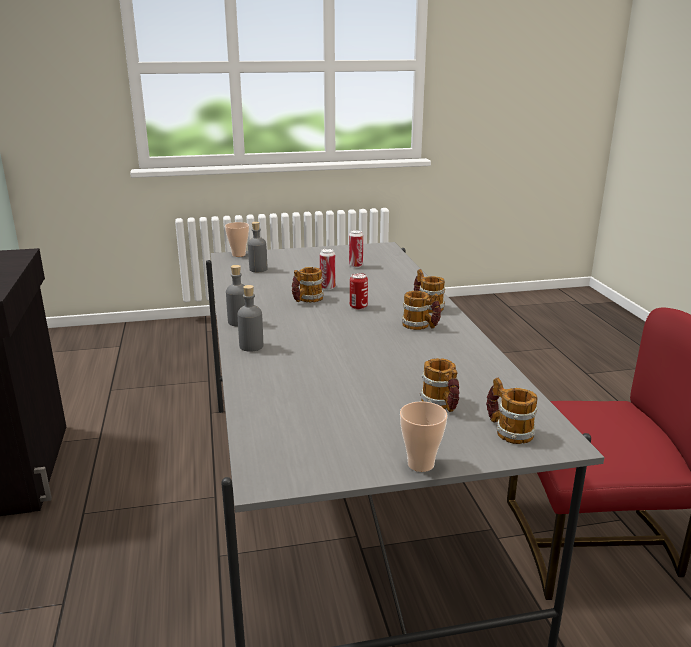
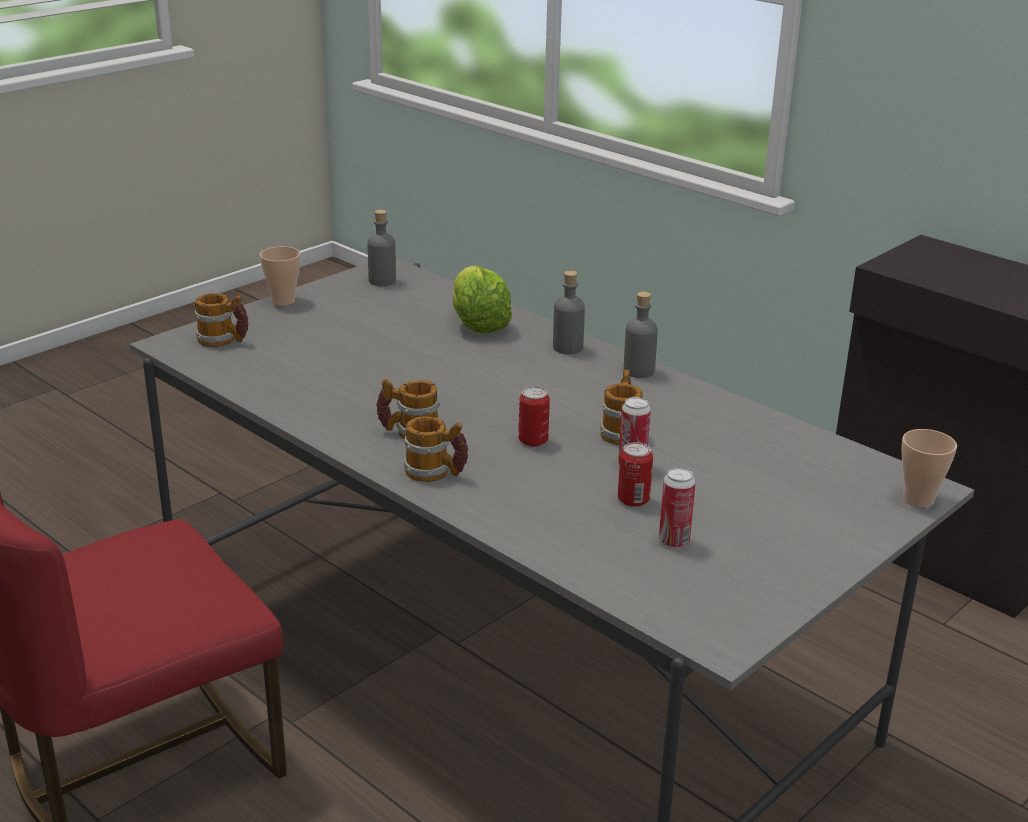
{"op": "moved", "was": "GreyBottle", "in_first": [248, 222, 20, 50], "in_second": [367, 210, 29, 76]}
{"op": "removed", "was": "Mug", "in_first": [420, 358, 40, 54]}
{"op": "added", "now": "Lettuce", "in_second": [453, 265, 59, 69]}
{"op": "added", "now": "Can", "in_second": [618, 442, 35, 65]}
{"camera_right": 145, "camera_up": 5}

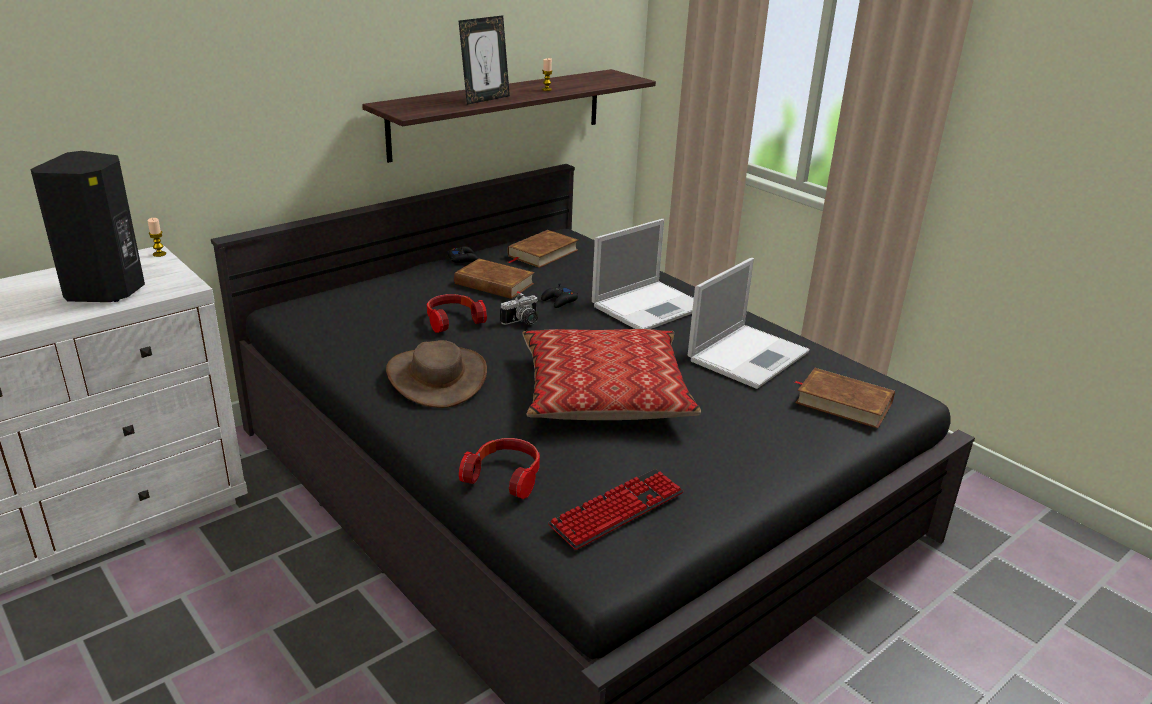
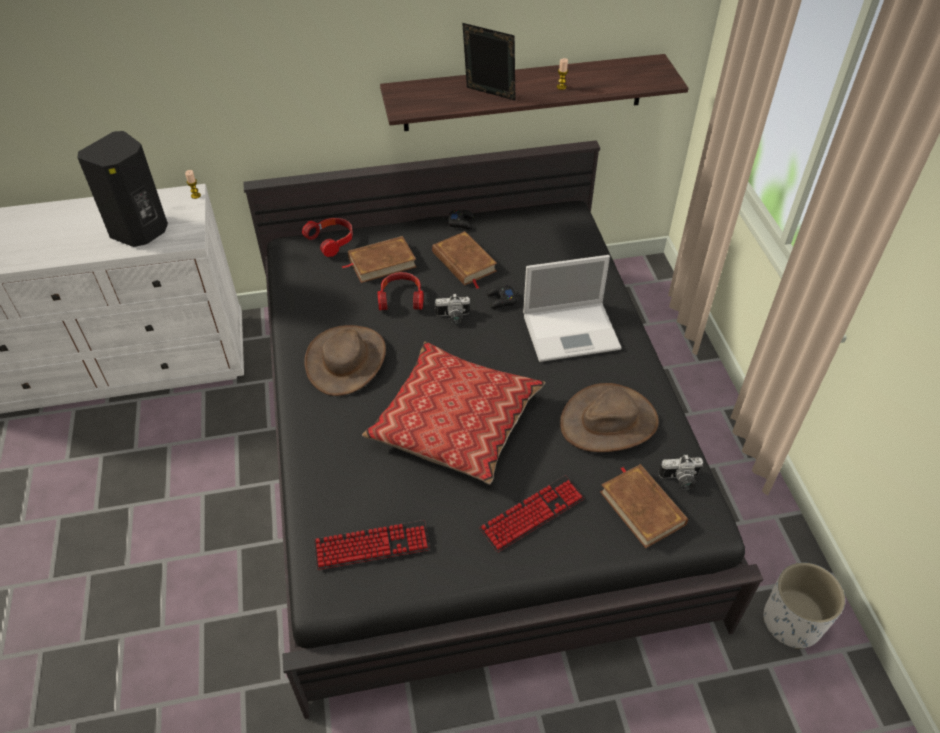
{"op": "turned", "was": "PictureFrame", "in_first": [459, 15, 51, 90], "in_second": [462, 23, 54, 78], "clockwise": -135}
{"op": "moved", "was": "BrownBook", "in_first": [507, 230, 71, 38], "in_second": [341, 236, 75, 47]}
{"op": "replaced", "was": "Laptop", "now": "BrownHat", "in_first": [688, 258, 122, 131], "in_second": [560, 383, 99, 69]}
{"op": "moved", "was": "Headphones", "in_first": [459, 438, 81, 61], "in_second": [302, 218, 51, 39]}
{"op": "added", "now": "PhotoCamera", "in_second": [658, 454, 45, 36]}
{"op": "added", "now": "Keyboard", "in_second": [479, 476, 105, 76]}
{"op": "added", "now": "WhitePlanter", "in_second": [763, 563, 82, 86]}
{"camera_right": 30, "camera_up": 20}

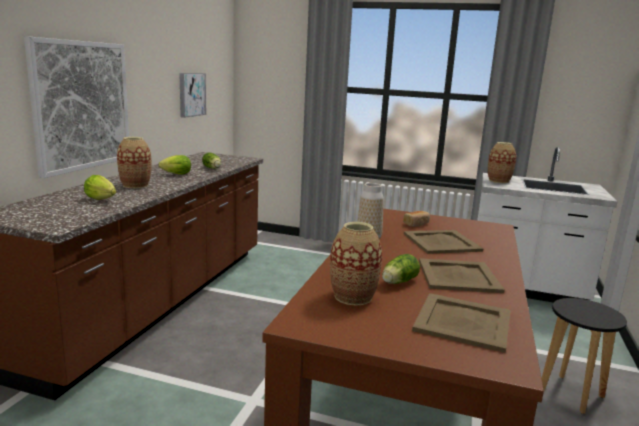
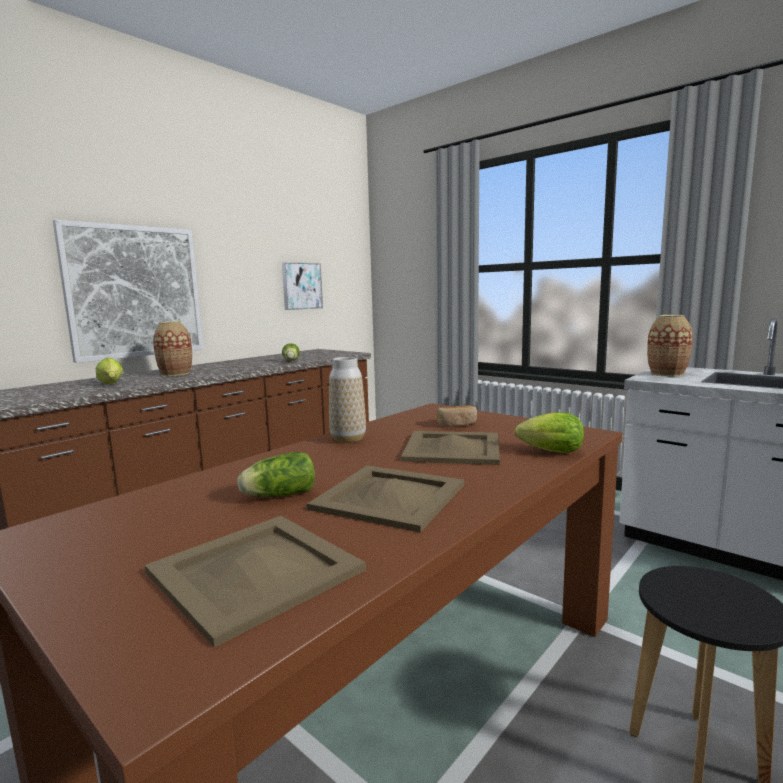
{"op": "moved", "was": "Lettuce", "in_first": [159, 155, 32, 20], "in_second": [514, 413, 70, 40]}
{"op": "removed", "was": "Vase", "in_first": [330, 222, 52, 84]}
{"camera_right": 25, "camera_up": -5}

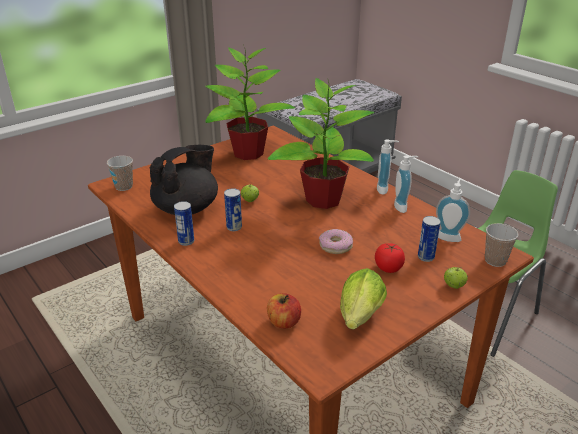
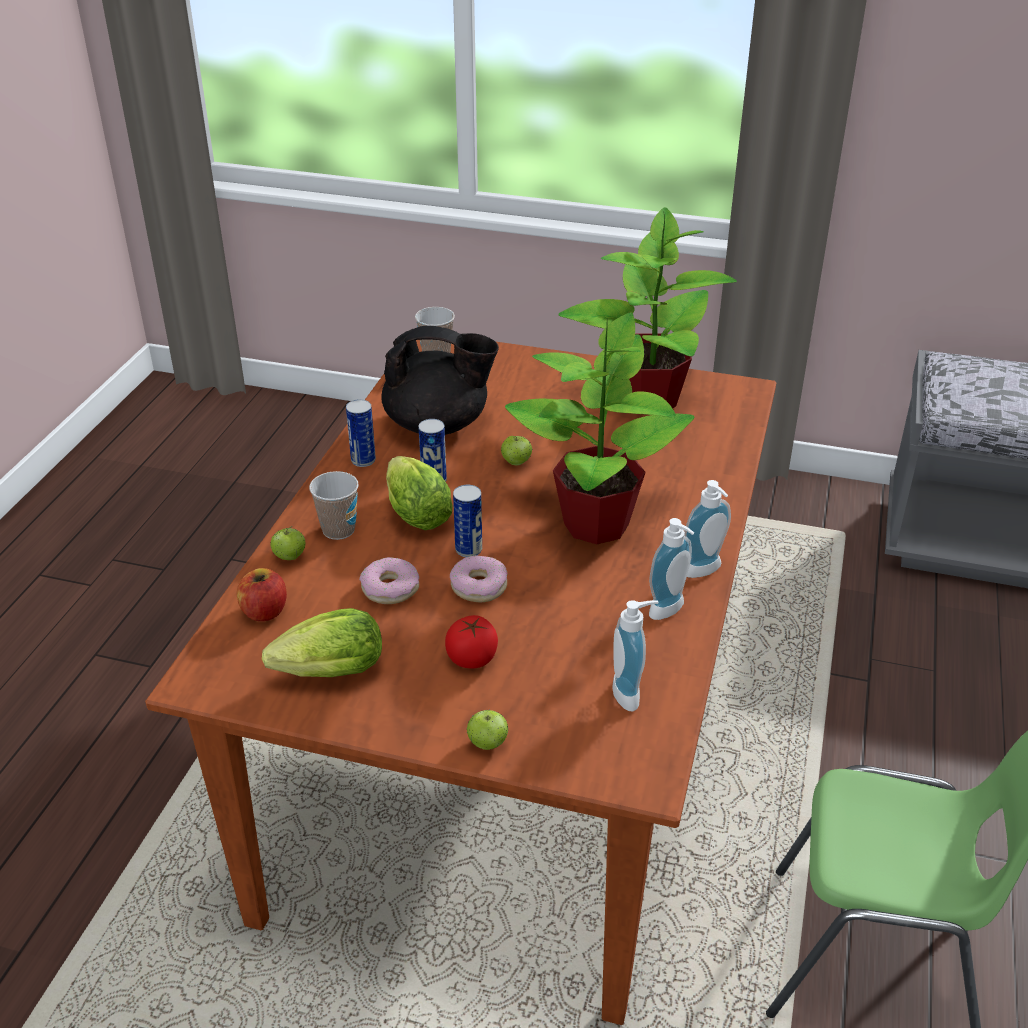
{"op": "moved", "was": "Can", "in_first": [418, 216, 23, 46], "in_second": [453, 485, 29, 72]}
{"op": "moved", "was": "Cup", "in_first": [485, 223, 34, 44], "in_second": [309, 471, 50, 69]}
{"op": "added", "now": "Lettuce", "in_second": [386, 456, 66, 74]}
{"op": "added", "now": "Apple", "in_second": [270, 526, 36, 34]}
{"op": "added", "now": "Donut", "in_second": [359, 557, 60, 47]}
{"camera_right": 55, "camera_up": 5}

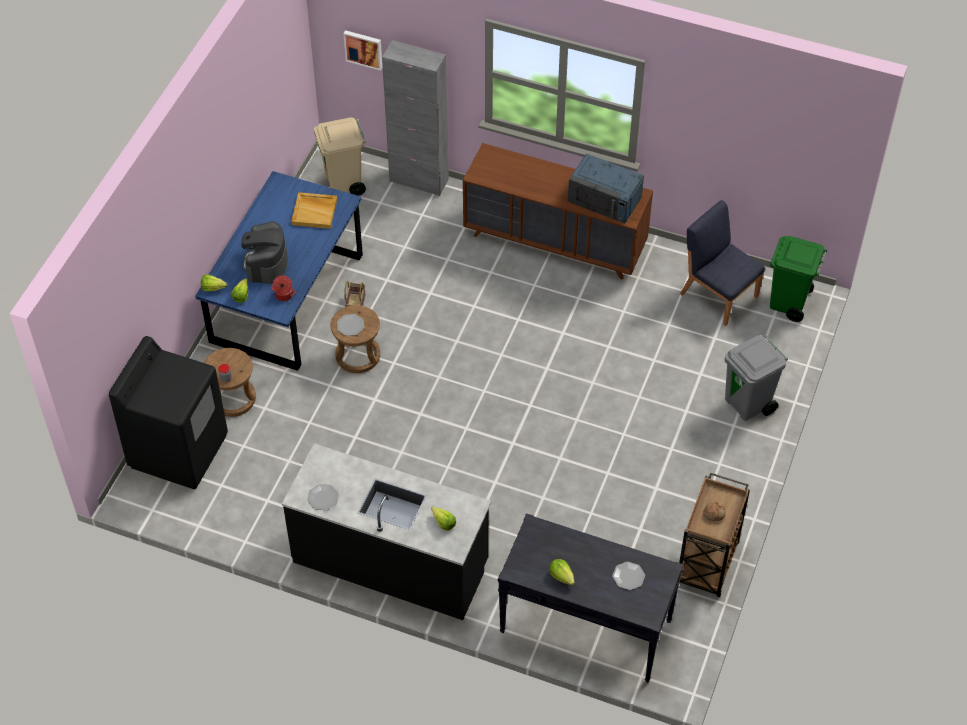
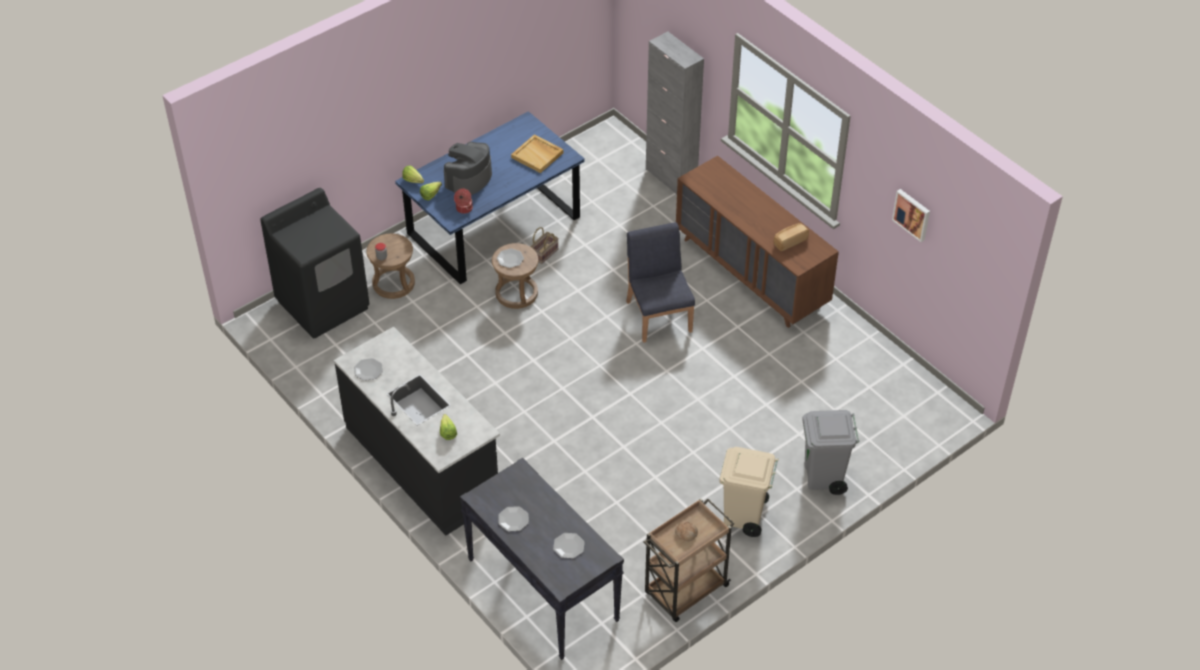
{"op": "moved", "was": "Picture", "in_first": [343, 30, 39, 41], "in_second": [892, 189, 38, 53]}
{"op": "moved", "was": "BeigeTrashCan", "in_first": [314, 117, 52, 79], "in_second": [719, 447, 60, 90]}
{"op": "replaced", "was": "BlueMicrowave", "now": "Bread", "in_first": [568, 154, 76, 69], "in_second": [774, 223, 35, 28]}
{"op": "moved", "was": "BlueChair", "in_first": [680, 200, 85, 126], "in_second": [626, 222, 69, 121]}
{"op": "removed", "was": "GreenTrashCan", "in_first": [770, 236, 57, 86]}
{"op": "replaced", "was": "Lettuce", "now": "Plate", "in_first": [549, 559, 25, 27], "in_second": [498, 506, 31, 25]}
{"camera_right": 30, "camera_up": -5}

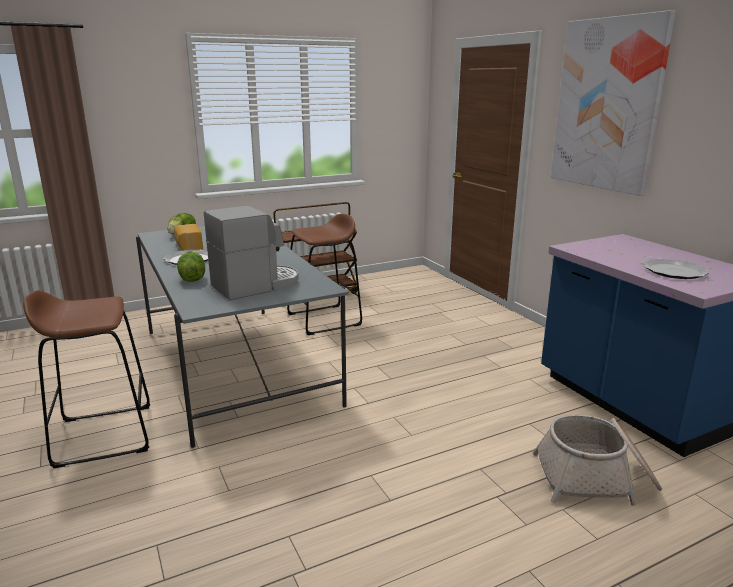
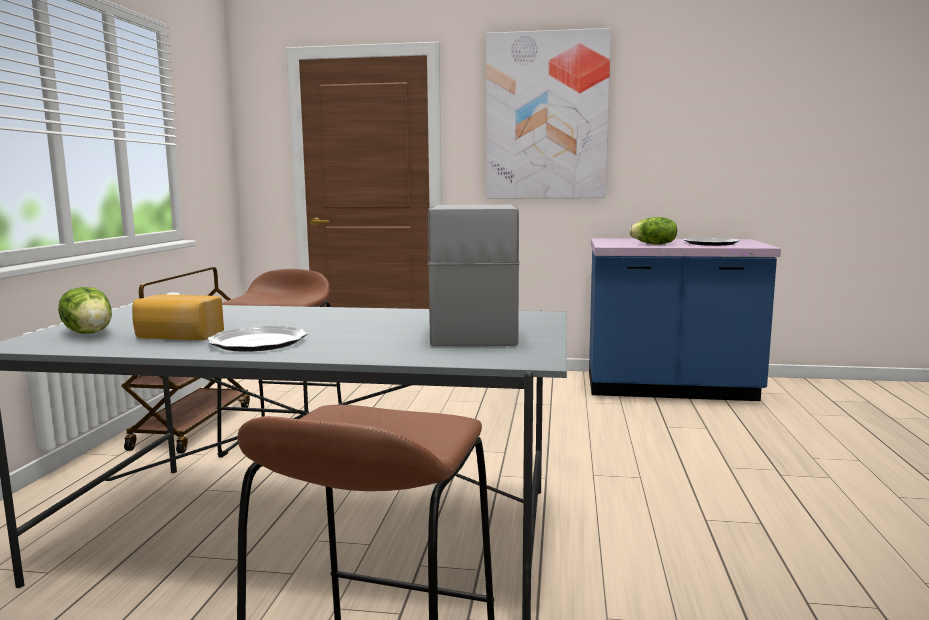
{"op": "moved", "was": "Lettuce", "in_first": [177, 252, 28, 30], "in_second": [629, 217, 48, 27]}
{"op": "removed", "was": "Basket", "in_first": [533, 415, 129, 91]}
{"camera_right": -55, "camera_up": -10}

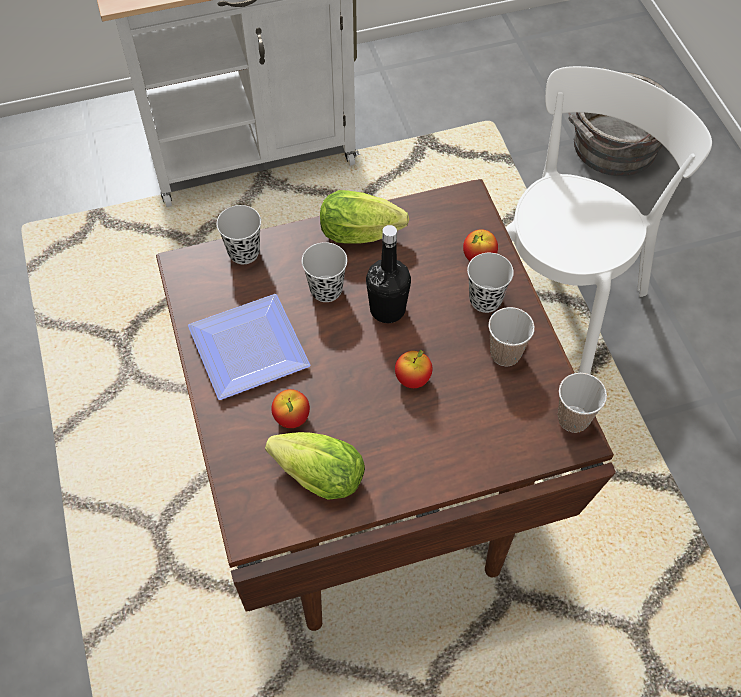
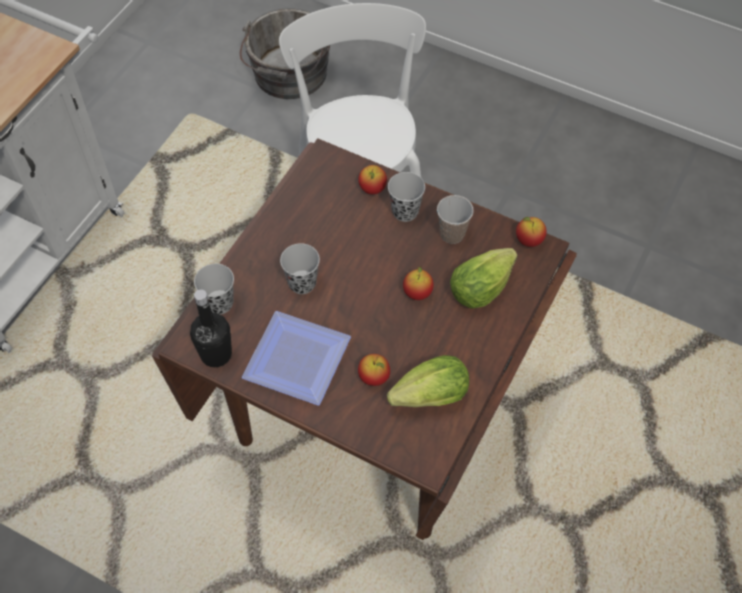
{"op": "moved", "was": "Lettuce", "in_first": [320, 190, 89, 53], "in_second": [450, 248, 68, 61]}
{"op": "moved", "was": "BlackBottle", "in_first": [366, 225, 45, 98], "in_second": [190, 290, 42, 77]}
{"op": "replaced", "was": "Cup", "now": "Apple", "in_first": [558, 373, 49, 60], "in_second": [516, 217, 31, 30]}
{"camera_right": -45, "camera_up": 0}

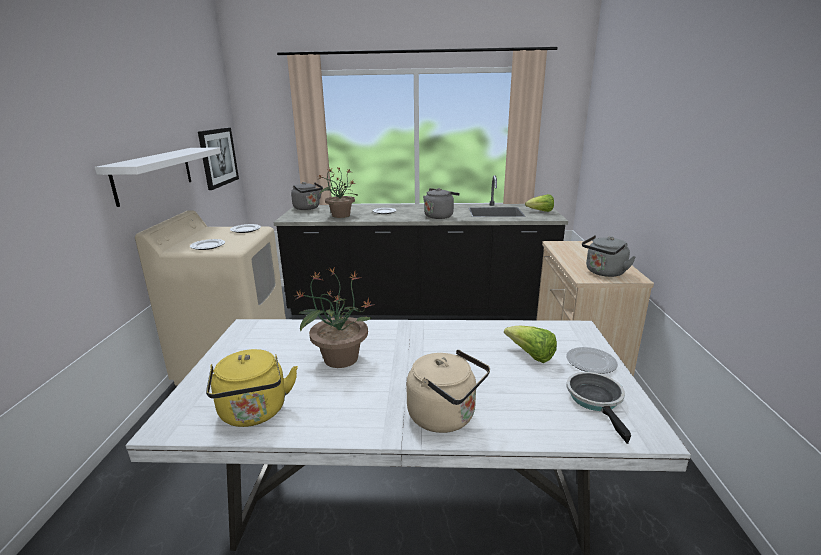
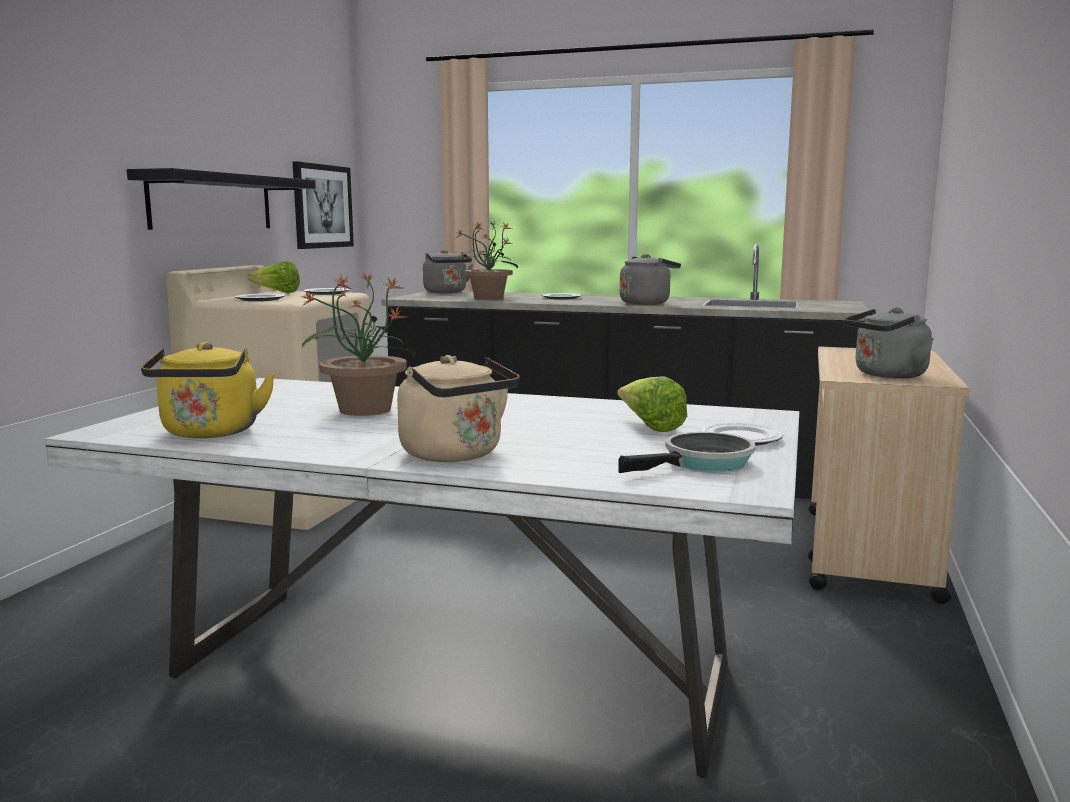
{"op": "recoloured", "was": "WhiteShelf", "now": "BlackShelf", "in_first": [95, 147, 126, 60], "in_second": [127, 168, 189, 62]}
{"op": "moved", "was": "Lettuce", "in_first": [525, 194, 29, 18], "in_second": [248, 261, 52, 32]}
{"op": "turned", "was": "FryingPan", "in_first": [567, 372, 64, 72], "in_second": [618, 432, 138, 41], "clockwise": 45}
{"camera_right": 15, "camera_up": -10}

